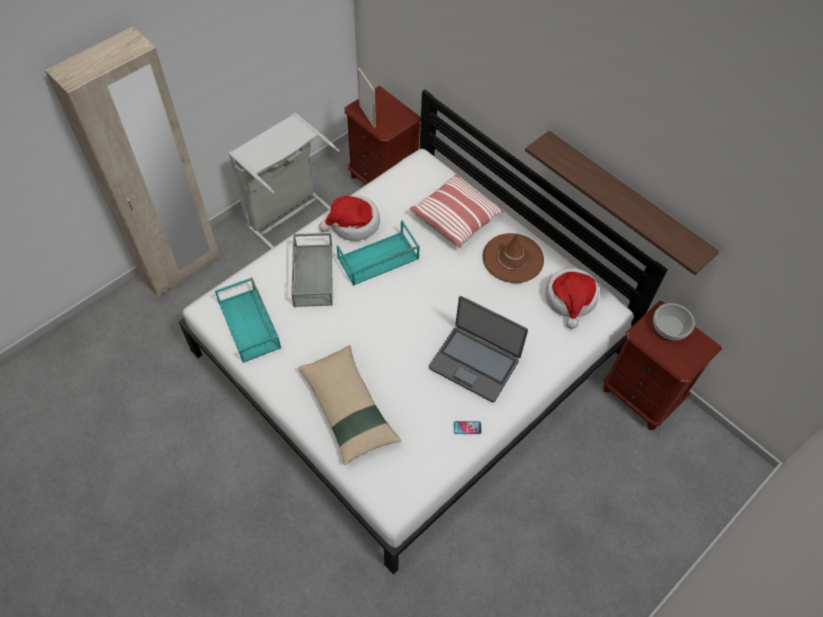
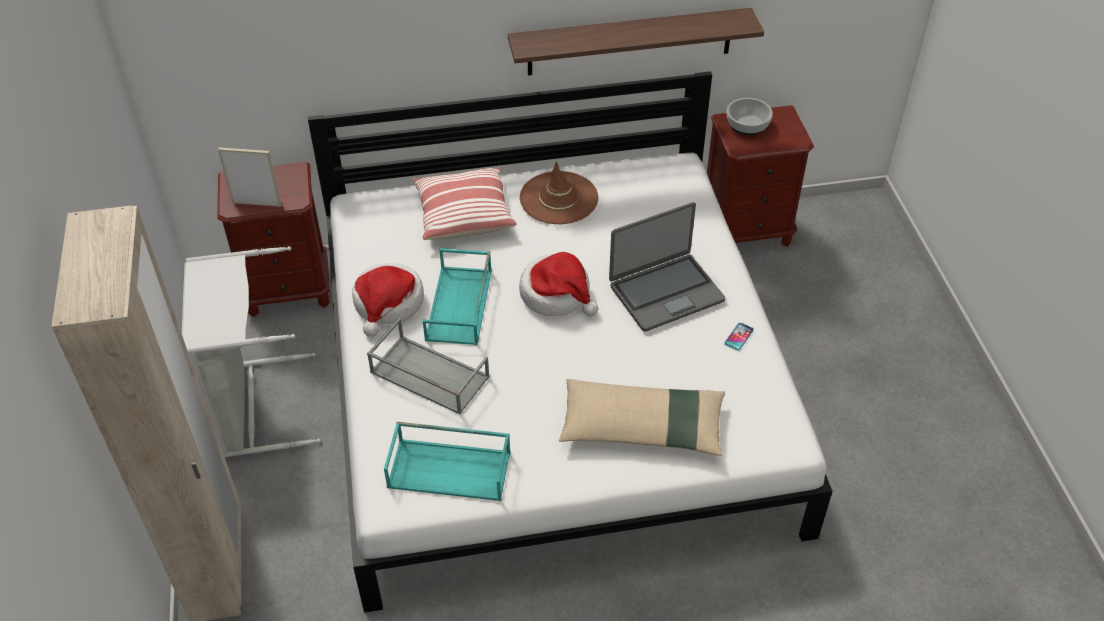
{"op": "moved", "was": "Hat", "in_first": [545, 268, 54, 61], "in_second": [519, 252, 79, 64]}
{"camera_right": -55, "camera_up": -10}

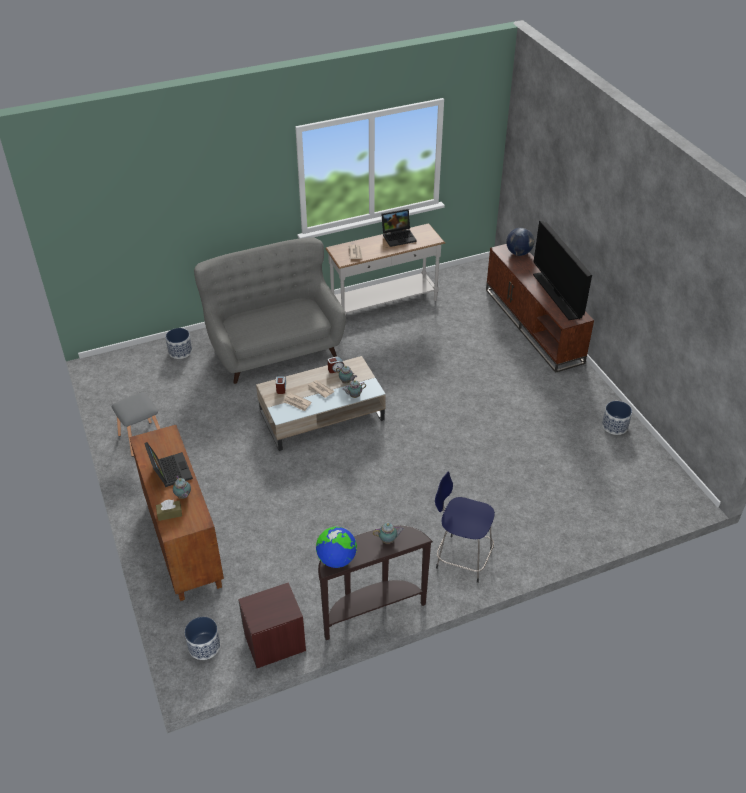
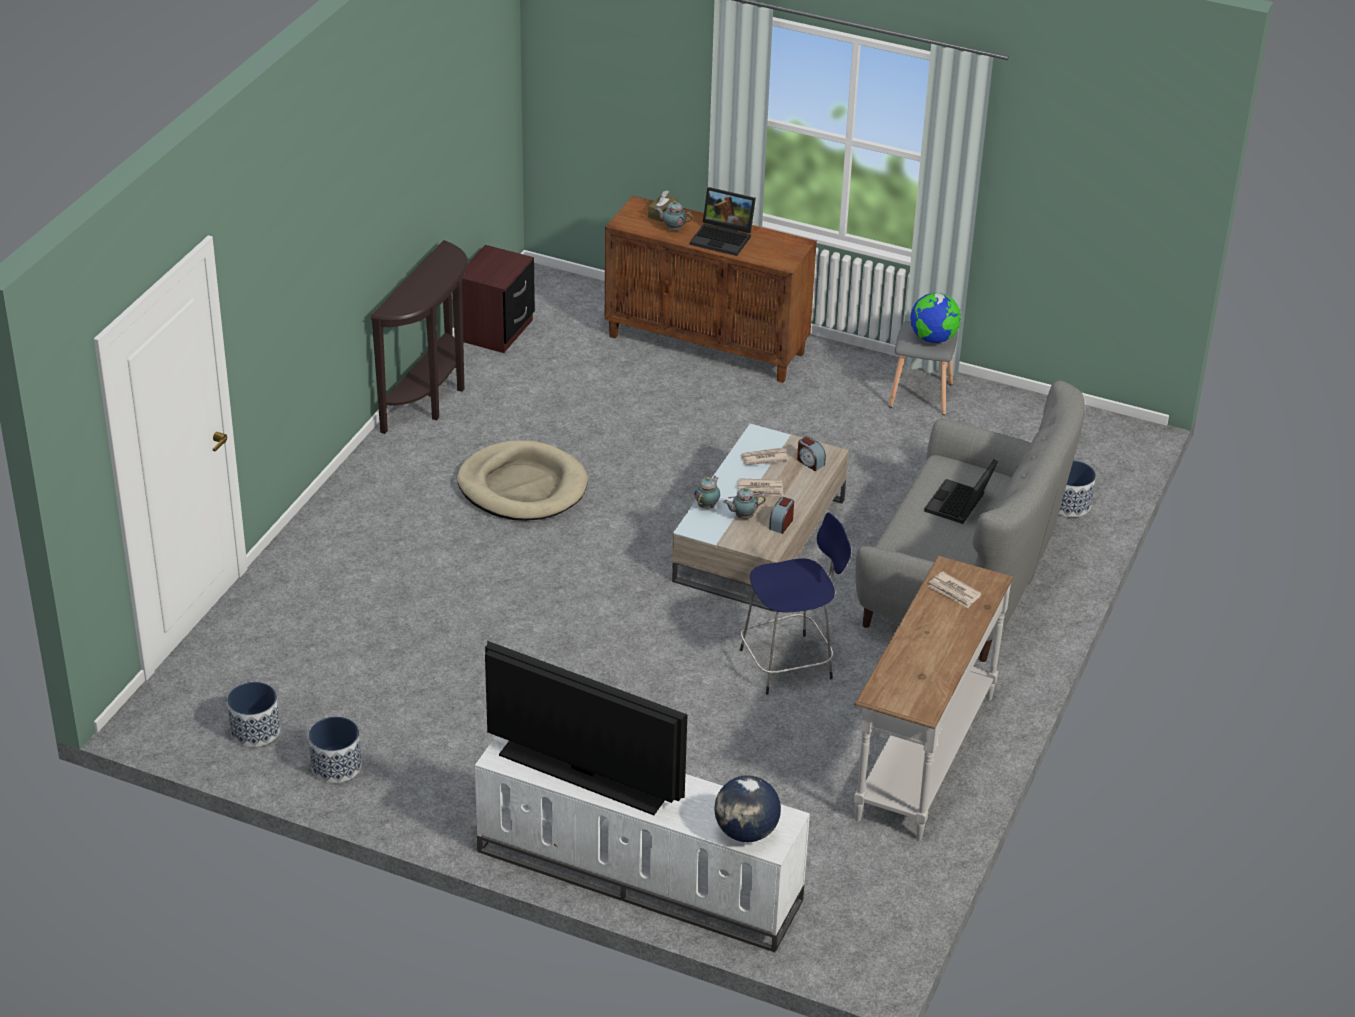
{"op": "moved", "was": "Laptop", "in_first": [382, 209, 35, 38], "in_second": [924, 459, 74, 65]}
{"op": "recoloured", "was": "BrownTvStand", "now": "WhiteTvStand", "in_first": [486, 244, 108, 129], "in_second": [475, 736, 335, 216]}
{"op": "moved", "was": "BlueStool", "in_first": [435, 472, 60, 111], "in_second": [740, 512, 111, 183]}
{"op": "removed", "was": "Teapot", "in_first": [373, 522, 31, 22]}
{"op": "moved", "was": "Globe", "in_first": [316, 527, 41, 41], "in_second": [910, 293, 51, 50]}
{"op": "moved", "was": "Planter", "in_first": [185, 617, 35, 43], "in_second": [227, 682, 53, 65]}
{"op": "added", "now": "BeigeDogBed", "in_second": [457, 440, 131, 81]}
{"camera_right": 135, "camera_up": -5}

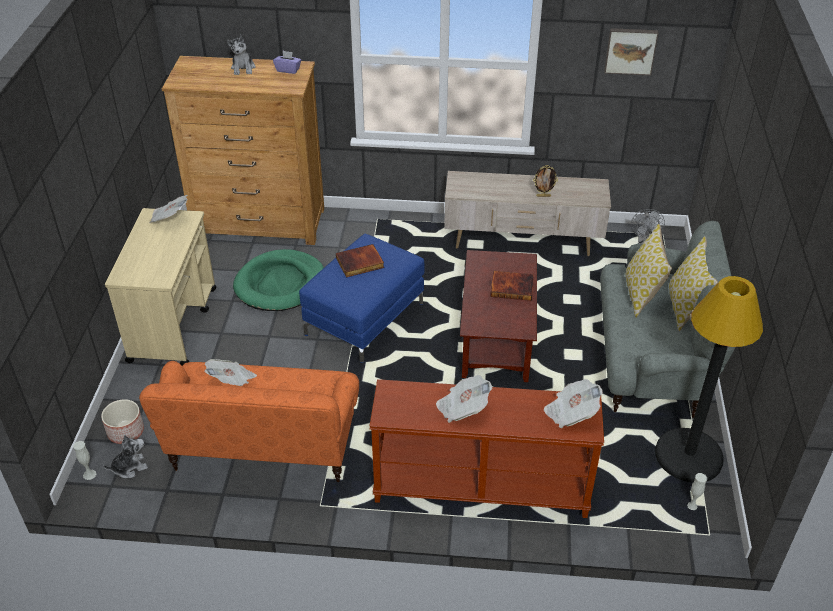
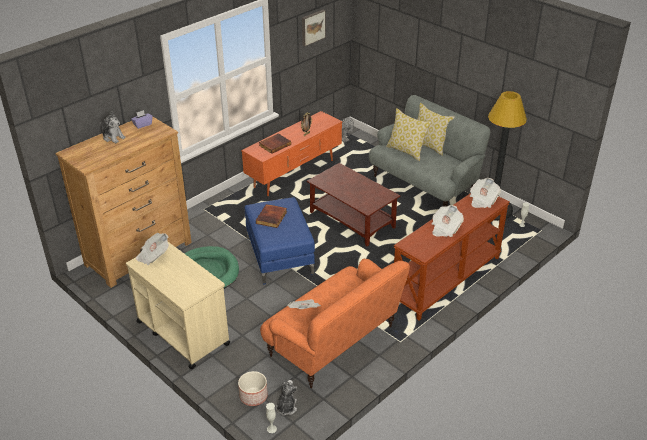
{"op": "recoloured", "was": "BeigeTvStand", "now": "OrangeTvStand", "in_first": [444, 171, 167, 85], "in_second": [241, 111, 101, 85]}
{"op": "moved", "was": "Book", "in_first": [490, 271, 44, 30], "in_second": [259, 134, 32, 20]}
{"camera_right": -50, "camera_up": -5}

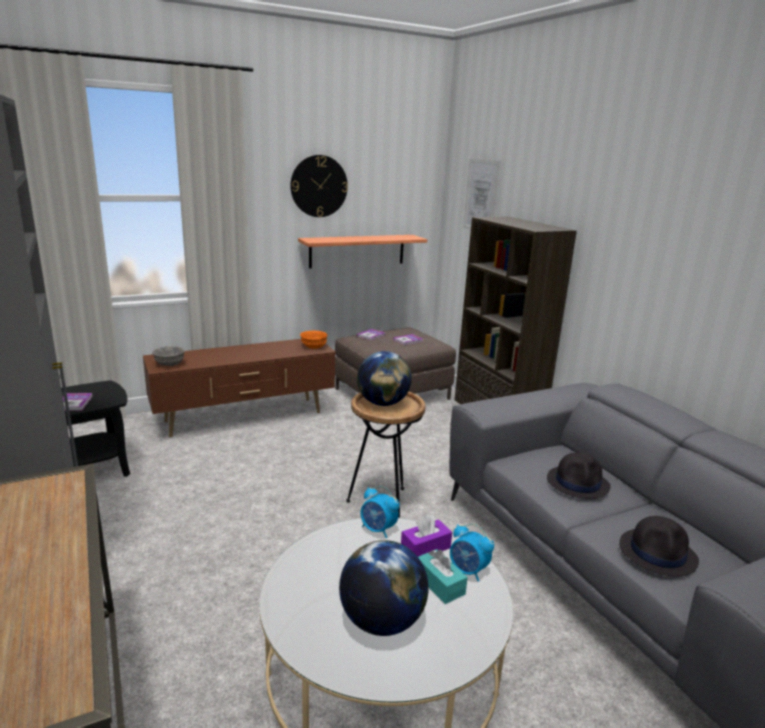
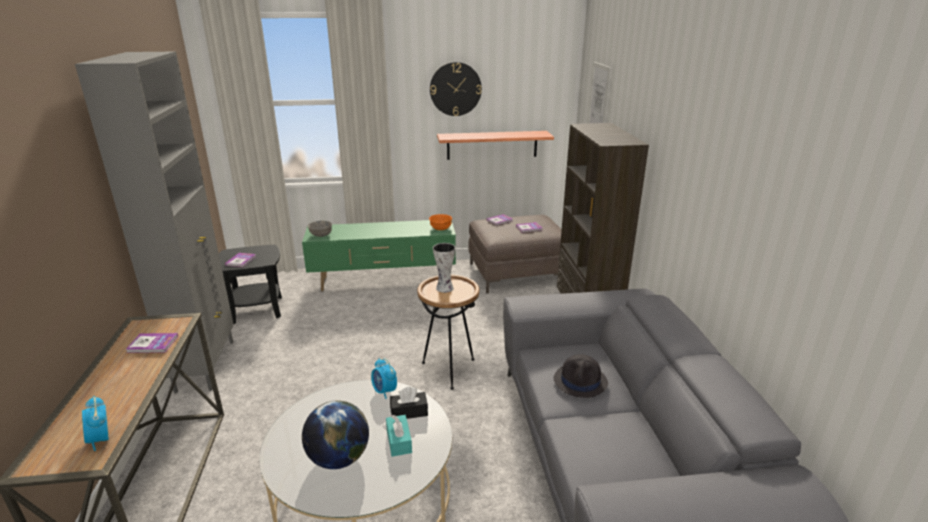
{"op": "recoloured", "was": "BrownTvStand", "now": "GreenTvStand", "in_first": [143, 339, 193, 99], "in_second": [302, 220, 154, 71]}
{"op": "replaced", "was": "Globe", "now": "Vase", "in_first": [357, 351, 55, 55], "in_second": [433, 243, 23, 50]}
{"op": "recoloured", "was": "PurpleTissueBox", "now": "BlackTissueBox", "in_first": [401, 514, 51, 43], "in_second": [390, 387, 38, 32]}
{"op": "removed", "was": "BlackHat", "in_first": [619, 516, 80, 60]}
{"op": "moved", "was": "AlarmClock", "in_first": [450, 524, 44, 58], "in_second": [82, 396, 27, 55]}
{"op": "added", "now": "Book", "in_second": [125, 333, 53, 20]}
{"camera_right": 20, "camera_up": 5}

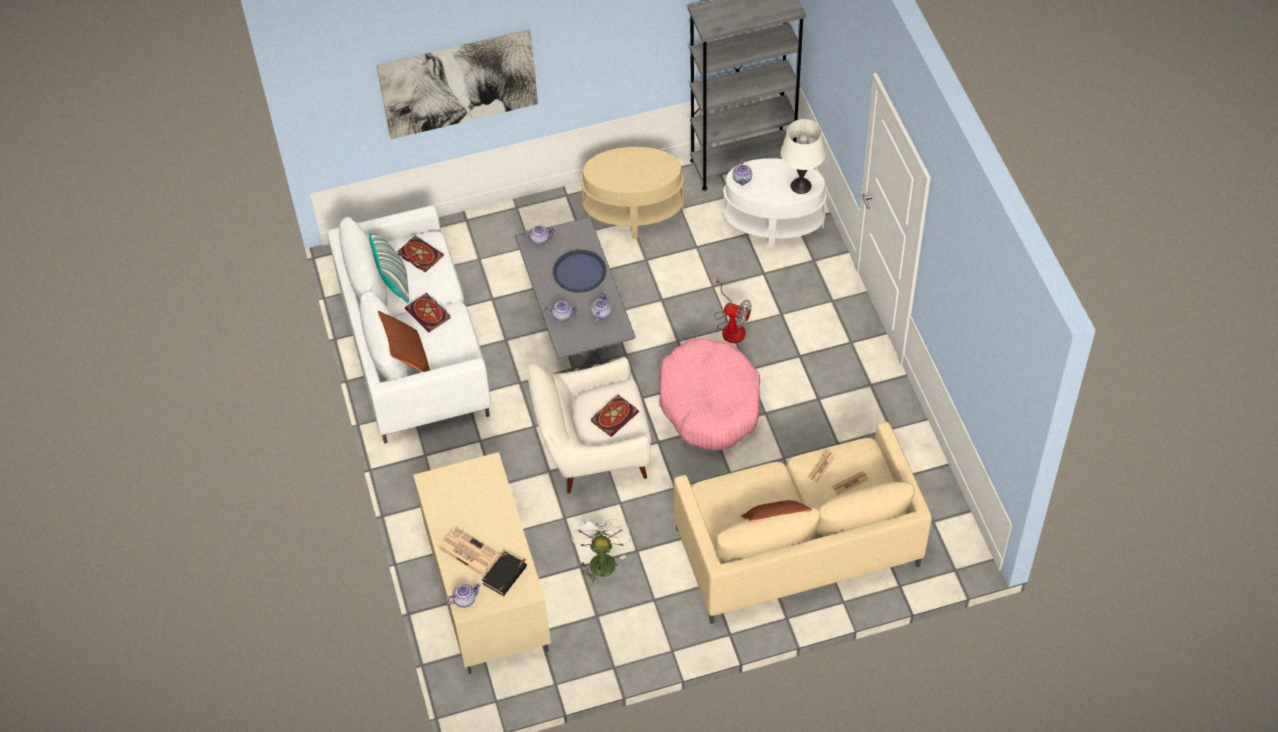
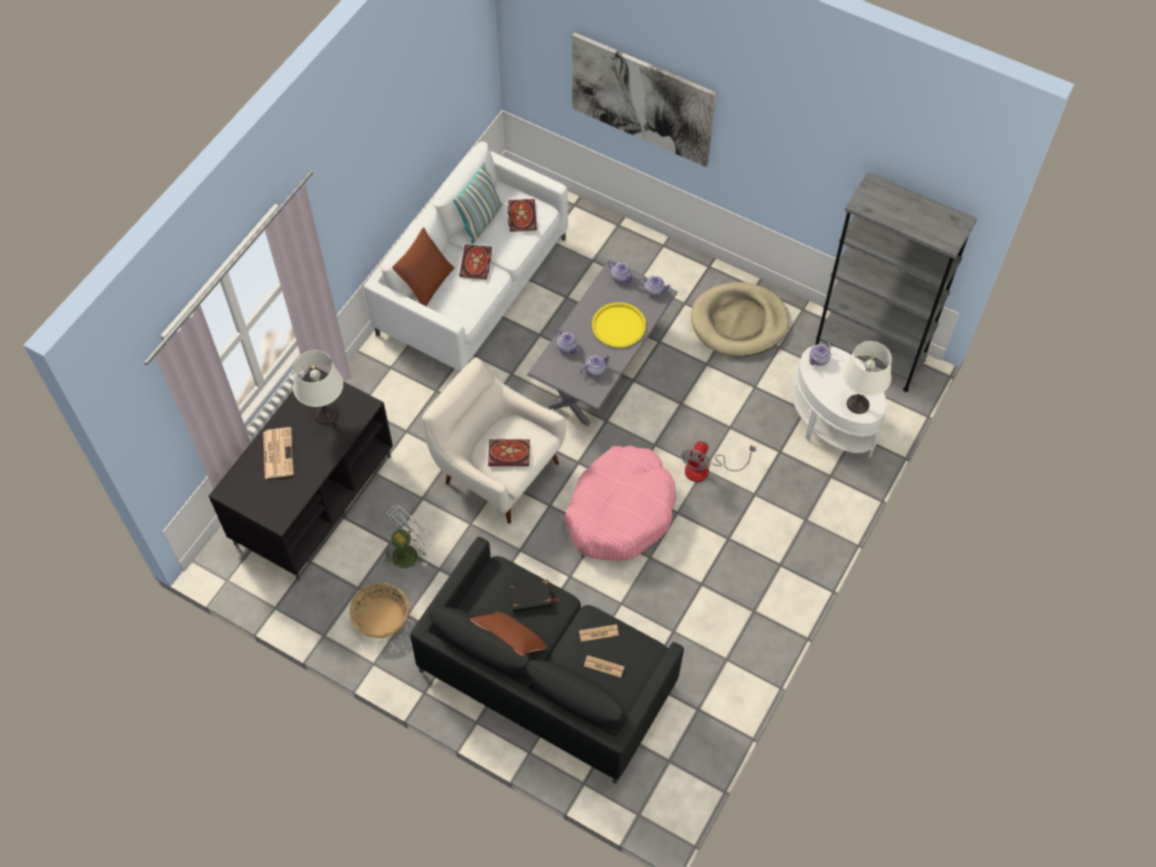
{"op": "replaced", "was": "BeigeSideTable", "now": "BeigeDogBed", "in_first": [581, 147, 103, 92], "in_second": [691, 282, 98, 75]}
{"op": "recoloured", "was": "BlueTray", "now": "YellowTray", "in_first": [553, 250, 53, 43], "in_second": [592, 302, 54, 46]}
{"op": "turned", "was": "Fan", "in_first": [715, 277, 37, 66], "in_second": [681, 441, 75, 41], "clockwise": 45}
{"op": "recoloured", "was": "BeigeSofa", "now": "BlackSofa", "in_first": [674, 422, 258, 202], "in_second": [410, 537, 274, 247]}
{"op": "recoloured", "was": "BeigeTvStand", "now": "BlackTvStand", "in_first": [413, 452, 138, 222], "in_second": [209, 367, 184, 214]}
{"op": "moved", "was": "BlackBook", "in_first": [482, 551, 45, 45], "in_second": [509, 580, 50, 33]}
{"op": "moved", "was": "Teapot", "in_first": [446, 583, 35, 25], "in_second": [638, 276, 33, 20]}
{"op": "added", "now": "WhiteTableLamp", "in_second": [293, 350, 50, 75]}
{"op": "added", "now": "Basket", "in_second": [350, 582, 58, 56]}
{"camera_right": 45, "camera_up": 5}

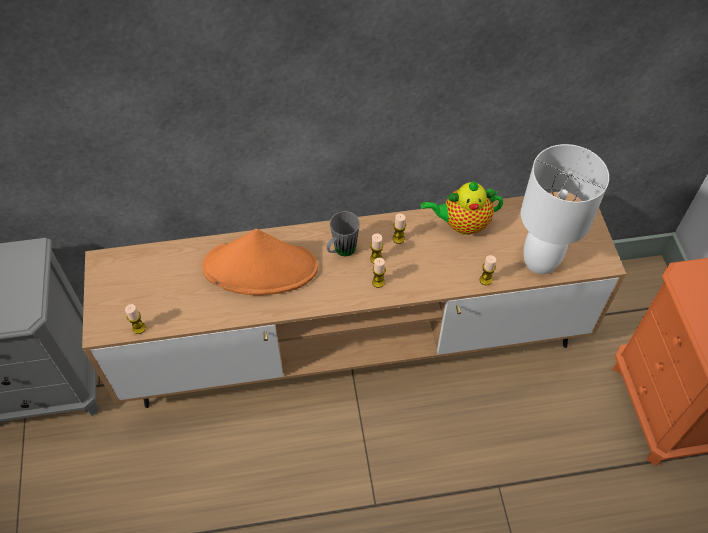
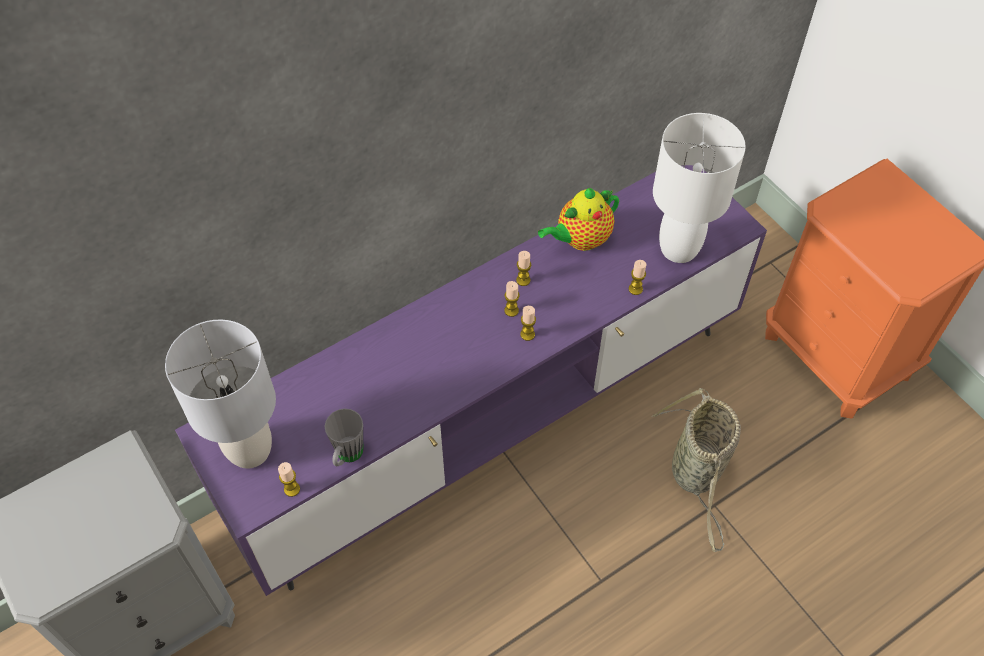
{"op": "recoloured", "was": "BrownTvStand", "now": "PurpleTvStand", "in_first": [82, 192, 544, 216], "in_second": [175, 165, 592, 431]}
{"op": "moved", "was": "GreyMug", "in_first": [327, 211, 33, 45], "in_second": [325, 409, 38, 57]}
{"op": "removed", "was": "OrangeHat", "in_first": [202, 229, 116, 66]}
{"op": "added", "now": "GreyTableLamp", "in_second": [165, 319, 111, 150]}
{"op": "added", "now": "Basket", "in_second": [652, 388, 89, 164]}
{"camera_right": -25, "camera_up": 0}

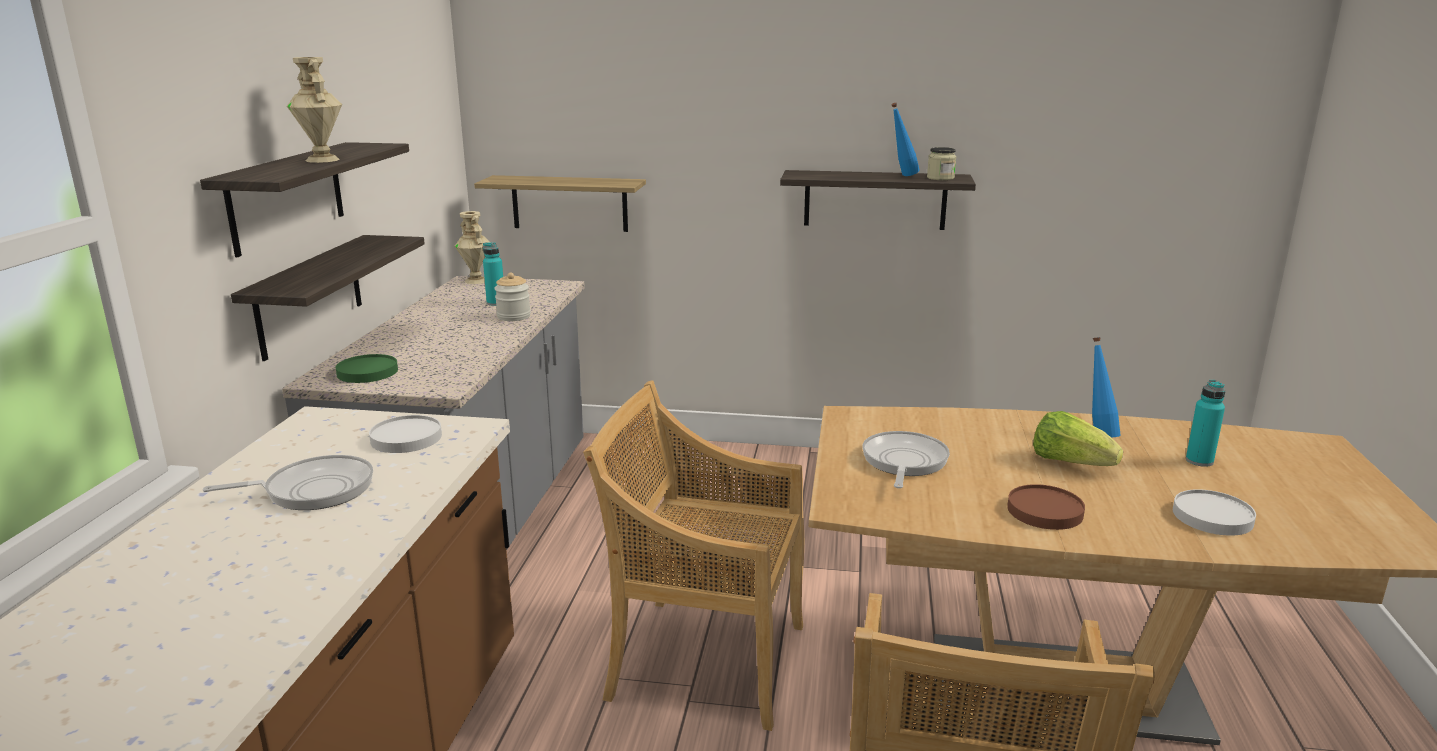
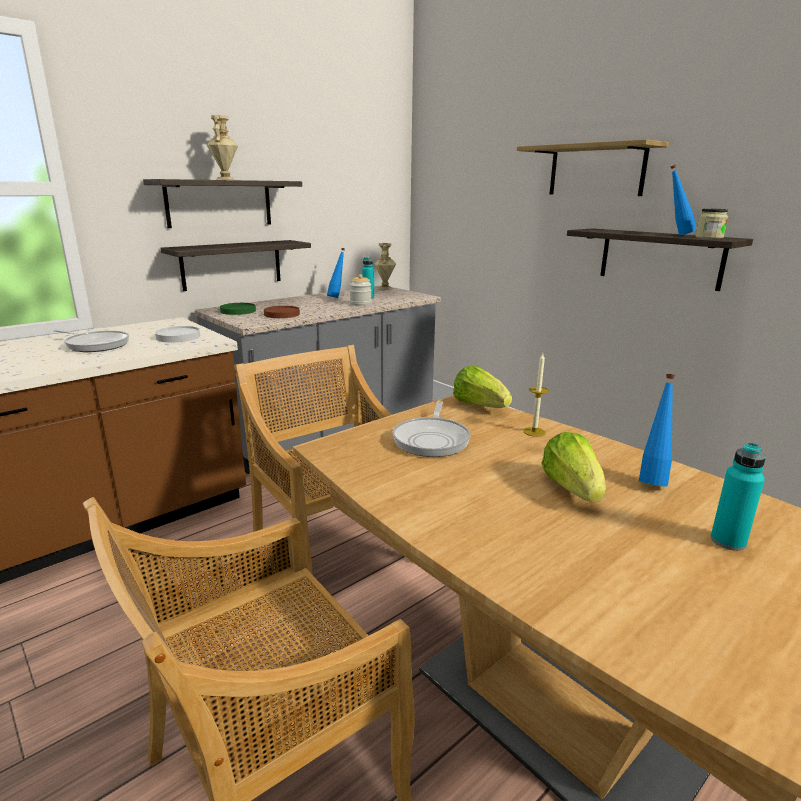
{"op": "moved", "was": "Shelf", "in_first": [474, 175, 172, 57], "in_second": [517, 139, 152, 57]}
{"op": "turned", "was": "FryingPan", "in_first": [862, 431, 88, 57], "in_second": [393, 401, 78, 56], "clockwise": 135}
{"op": "moved", "was": "BrownPlate", "in_first": [1007, 484, 78, 46], "in_second": [264, 306, 36, 12]}
{"op": "removed", "was": "WhitePlate", "in_first": [1173, 489, 83, 47]}
{"op": "added", "now": "BlueBottle", "in_second": [327, 248, 18, 50]}
{"op": "added", "now": "Candle", "in_second": [523, 353, 26, 84]}
{"op": "added", "now": "Lettuce", "in_second": [453, 366, 59, 42]}
{"camera_right": 40, "camera_up": 0}

